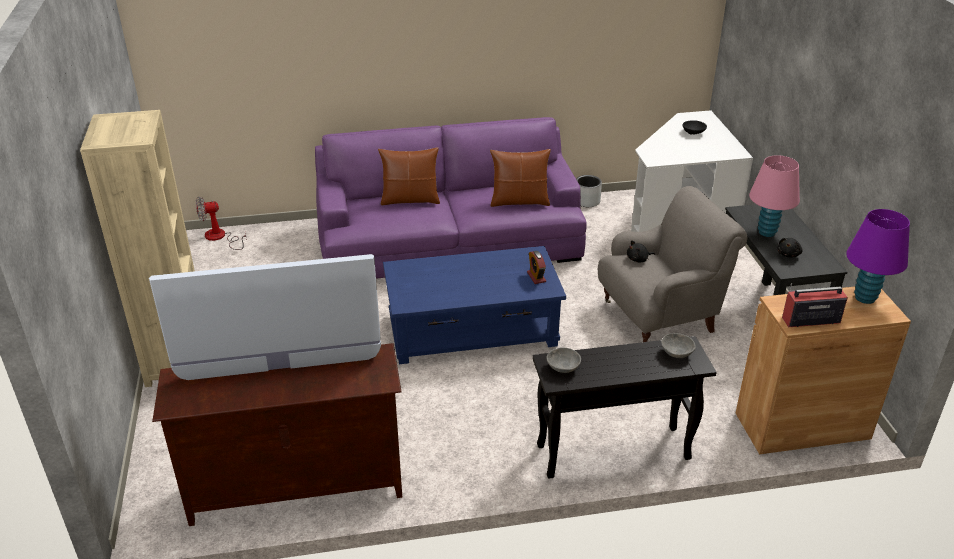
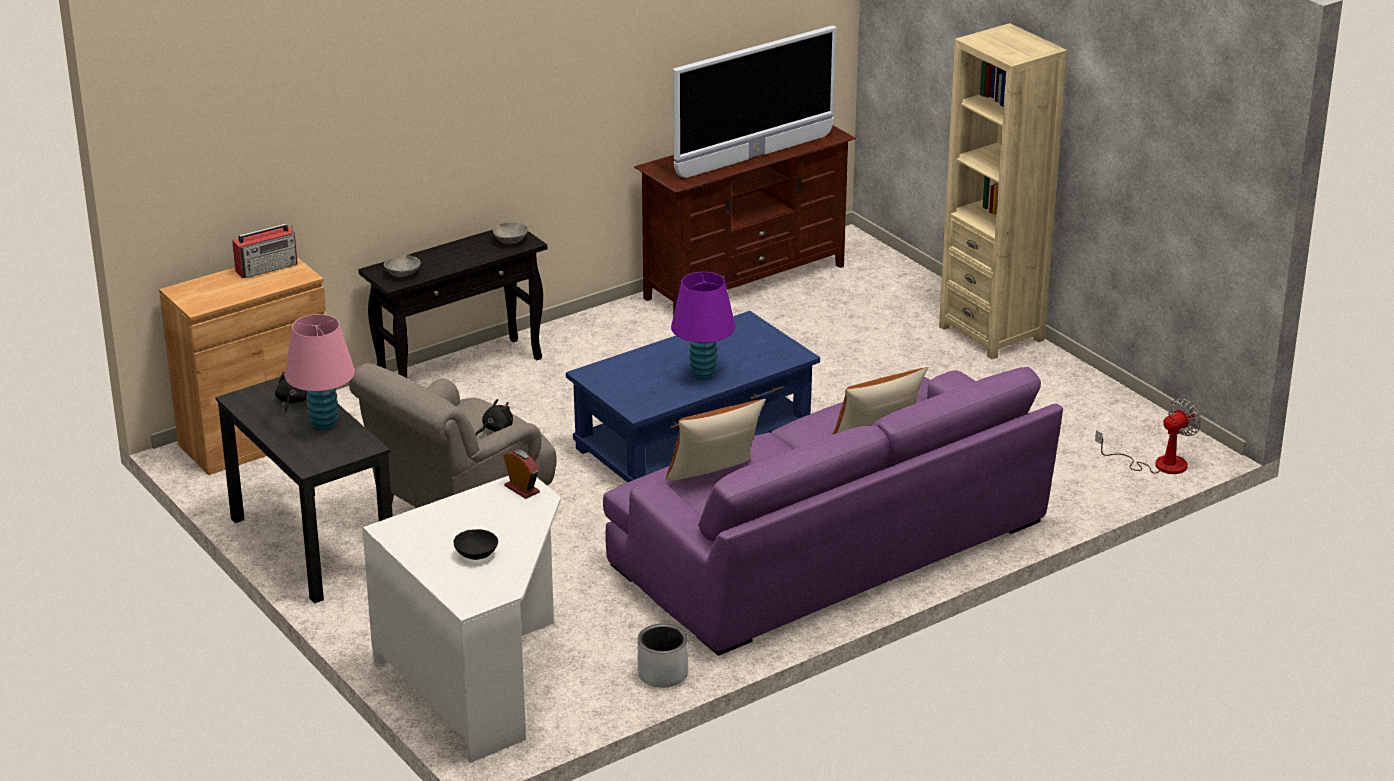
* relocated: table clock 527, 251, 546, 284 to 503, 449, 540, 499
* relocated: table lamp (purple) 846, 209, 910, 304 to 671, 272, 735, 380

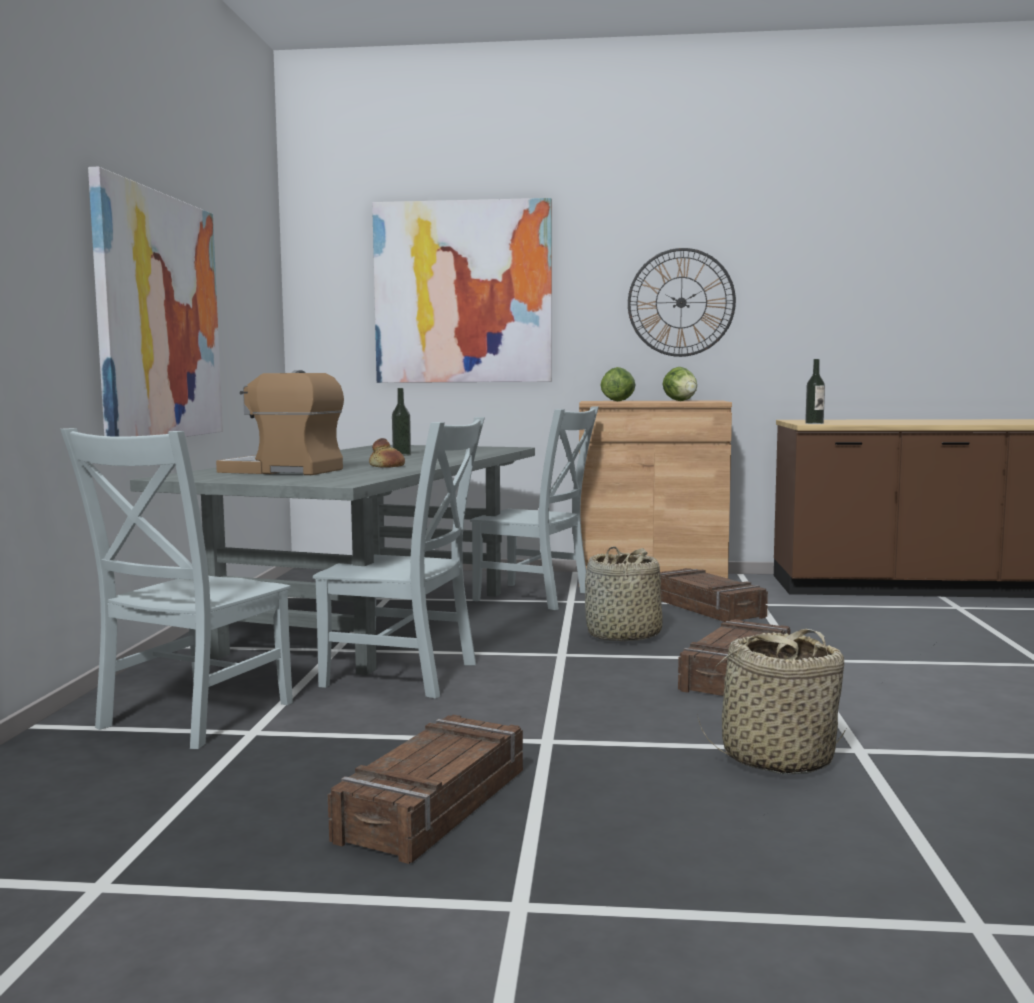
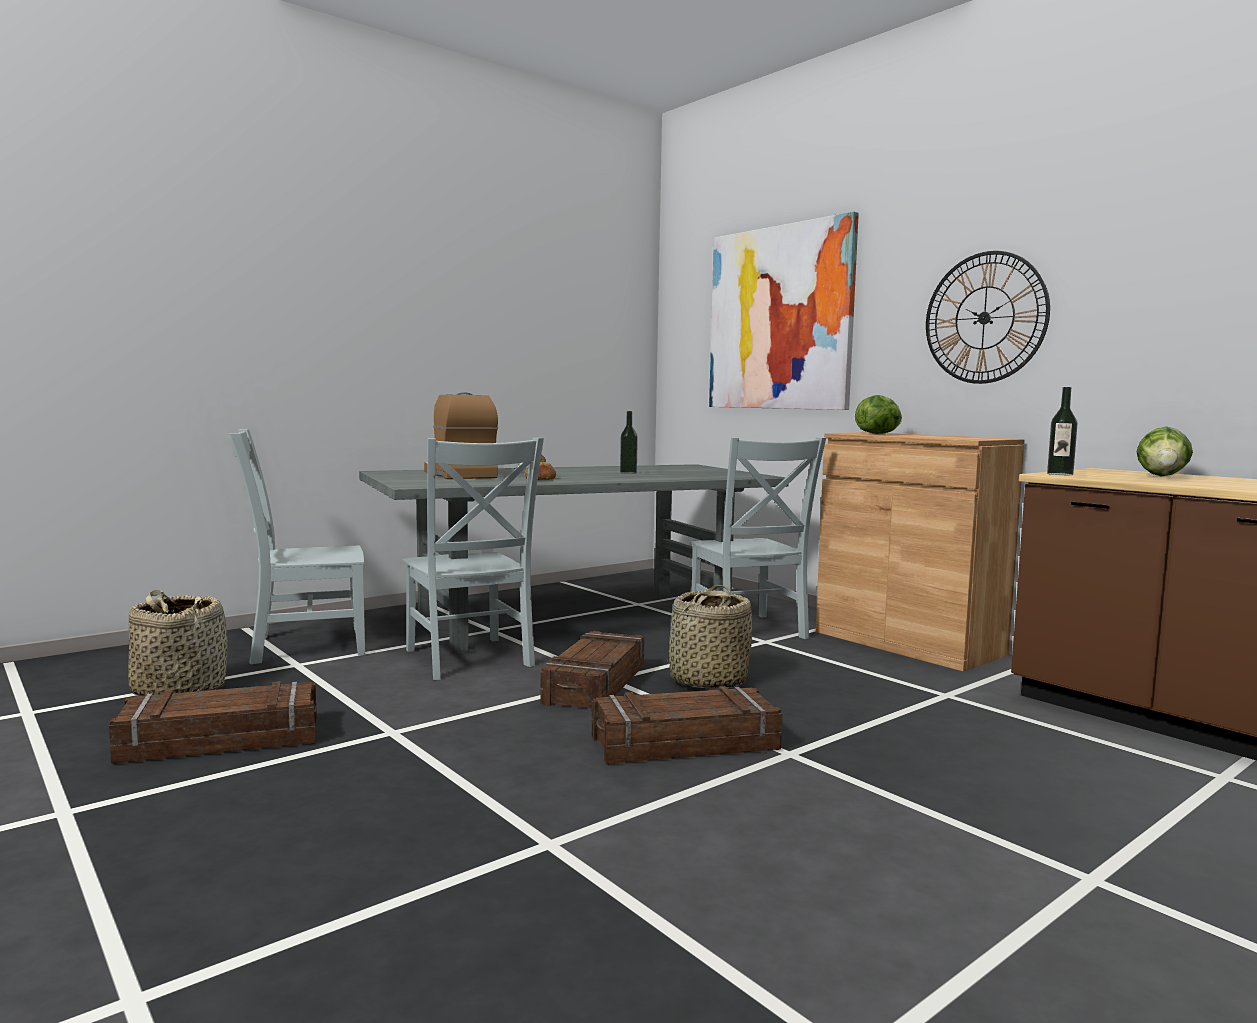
* relocated: storage basket 697, 629, 846, 774 to 128, 590, 228, 696
* relocated: crate 660, 568, 768, 622 to 540, 631, 645, 711
* relocated: lettuce head 663, 367, 697, 401 to 1137, 427, 1193, 476
* missing: wall picture 88, 167, 223, 437

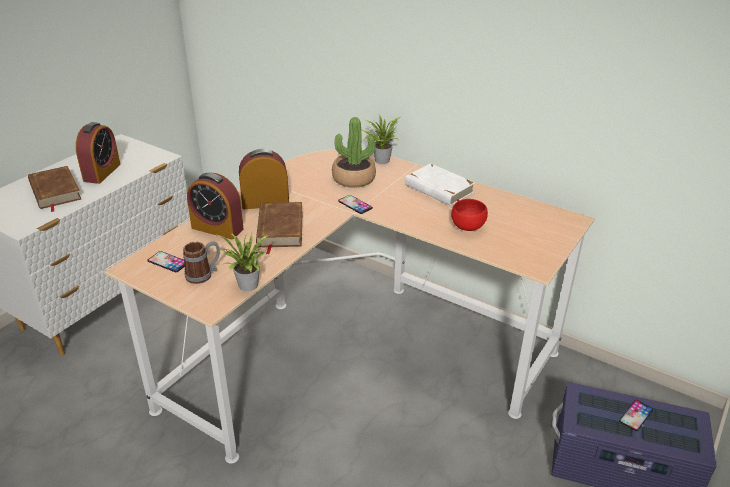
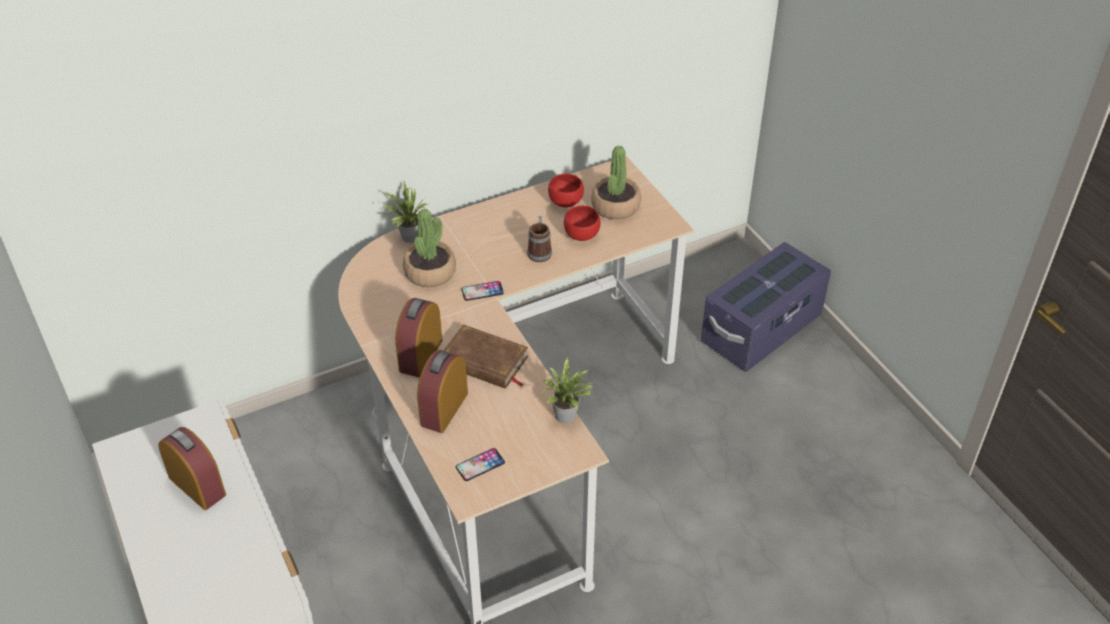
* spun: table clock 187, 173, 244, 239 = 417, 350, 468, 433 150 degrees clockwise
* relocated: coffee mug 183, 241, 220, 284 to 527, 216, 552, 262
* appeared: serving bowl (red) 548, 174, 584, 207
* appeared: plant in a pot 591, 146, 641, 219
* missing: volume (brown-coloured) 28, 166, 81, 212
* missing: volume (white) 405, 163, 475, 206
* missing: handset 619, 400, 653, 431

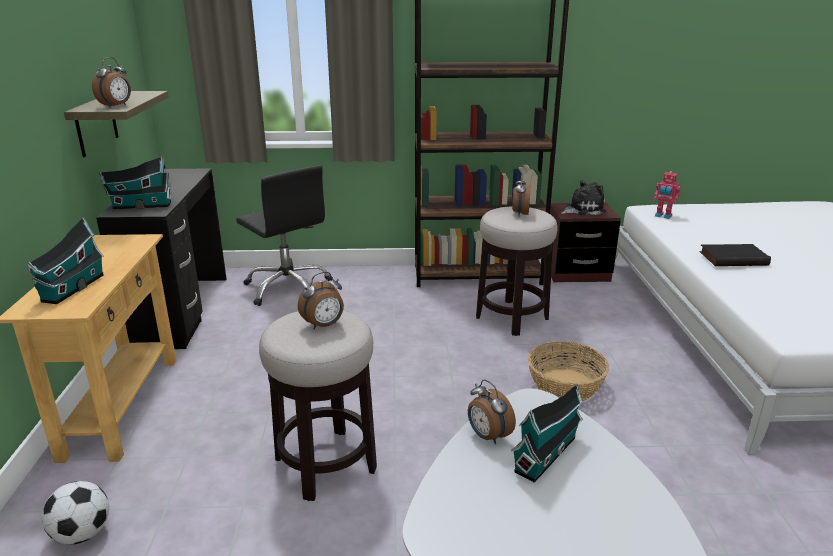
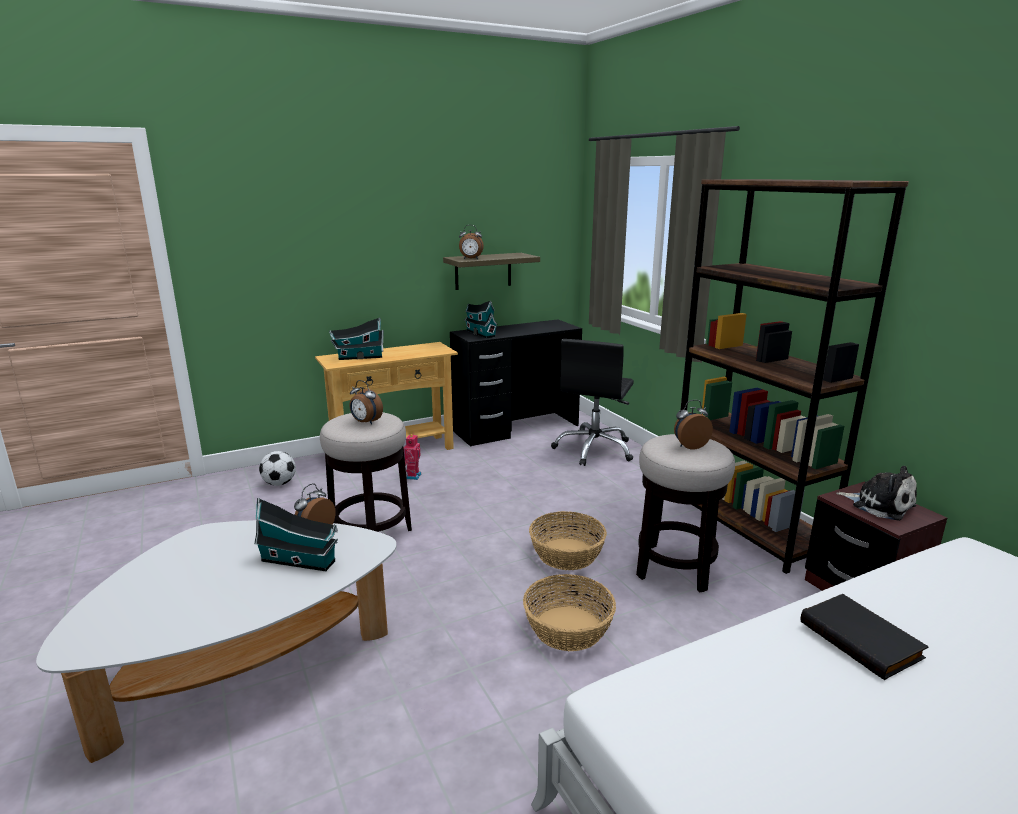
* relocated: toy robot 654, 171, 681, 219 to 403, 433, 421, 480
* appeared: storage basket 529, 511, 607, 570

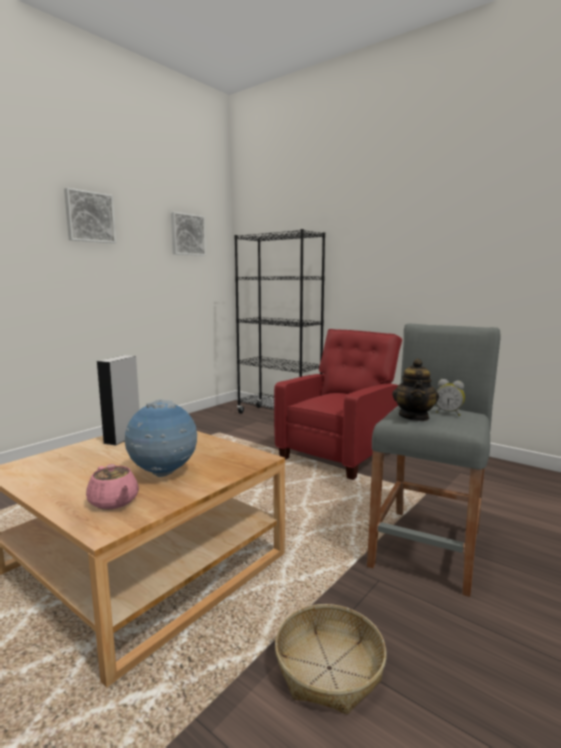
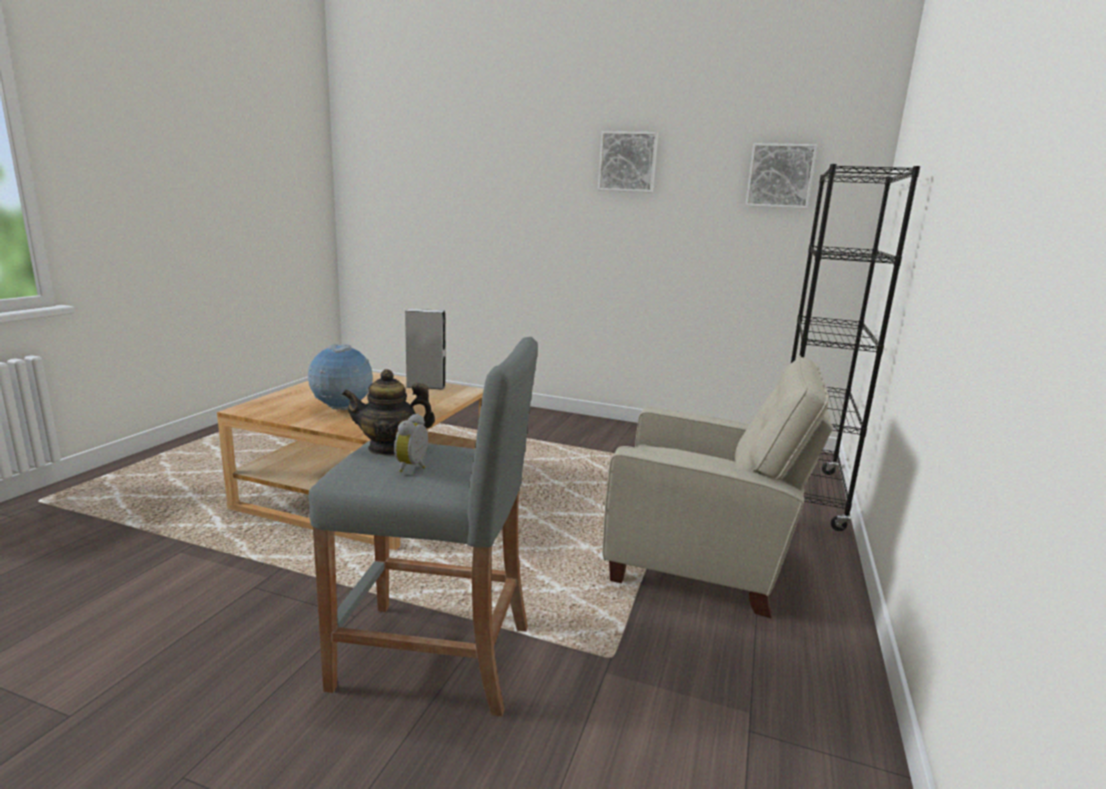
* colour: armchair (red) 274, 329, 402, 480 to armchair (beige-coloured) 603, 355, 833, 618
* missing: pot for tea (pink-coloured) 86, 464, 139, 510
* missing: storage basket 275, 604, 386, 715

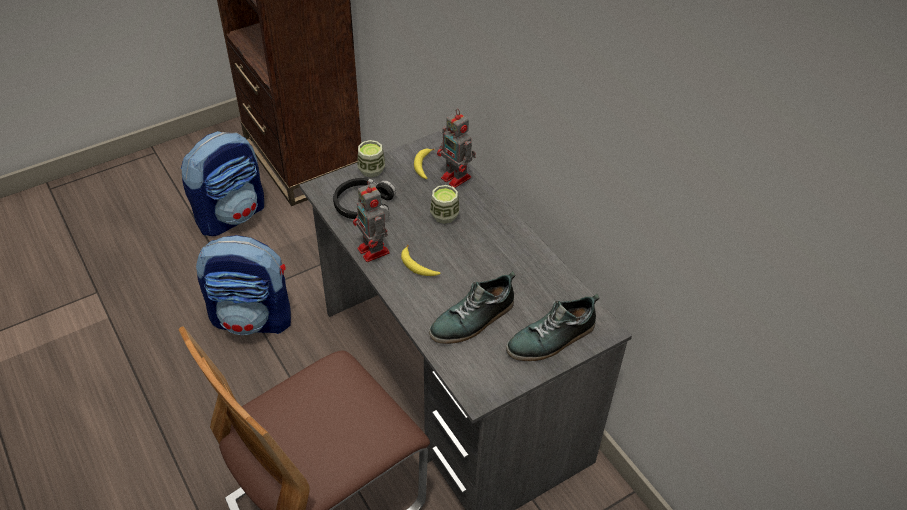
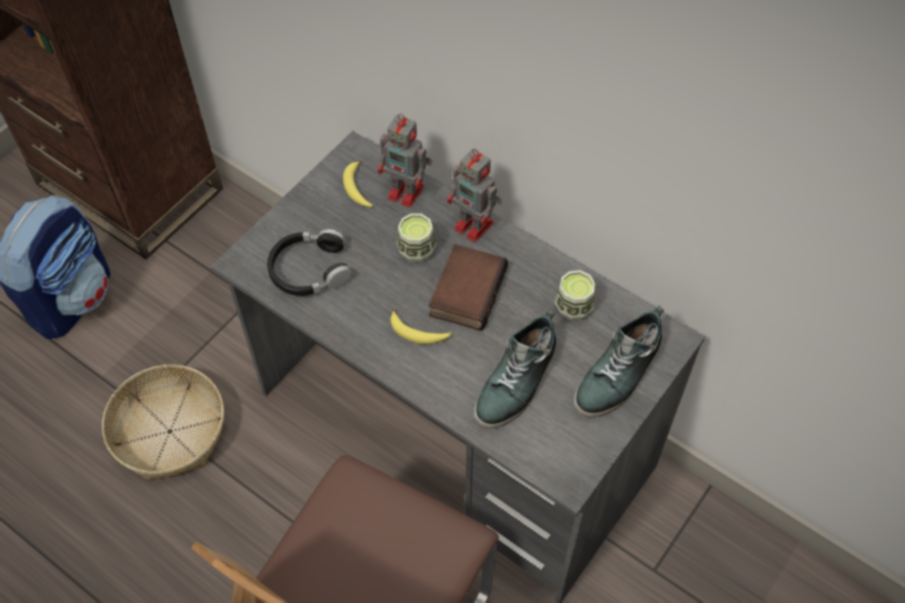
* exchanged: backpack 196, 235, 291, 335 to storage basket 102, 365, 225, 481
* appeared: volume 429, 244, 508, 331
* relocated: toy robot 353, 181, 390, 262 to 447, 149, 502, 243
* relocated: cup 357, 140, 385, 178 to 555, 270, 596, 320

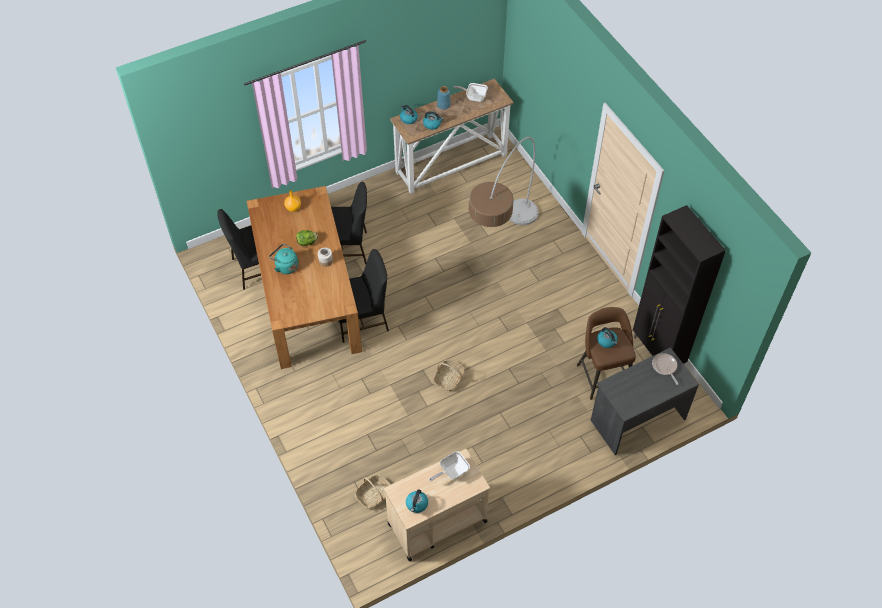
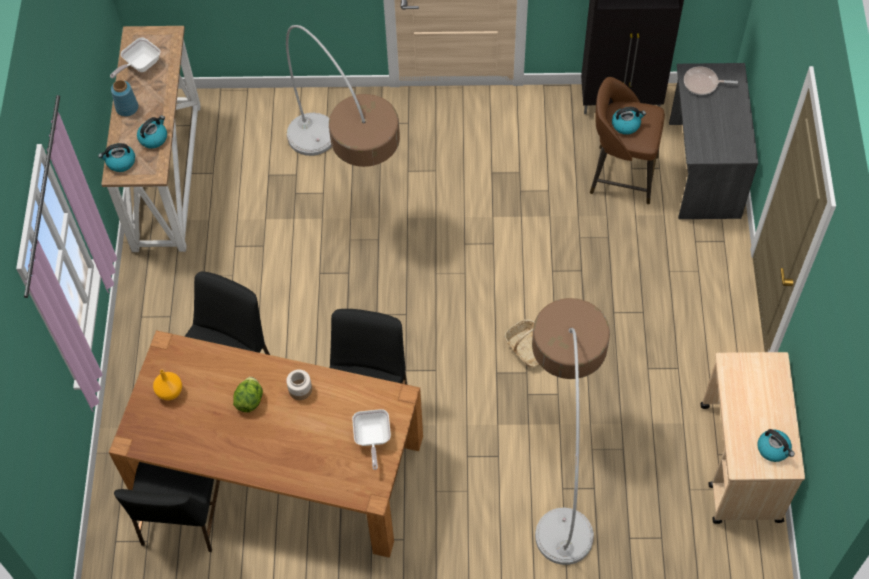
* relocated: frying pan 429, 451, 470, 482 to 352, 409, 391, 470
* appeared: standard lamp 532, 298, 610, 565
* missing: kettle (turquoise) 269, 244, 298, 274
* missing: storage basket 355, 474, 391, 509

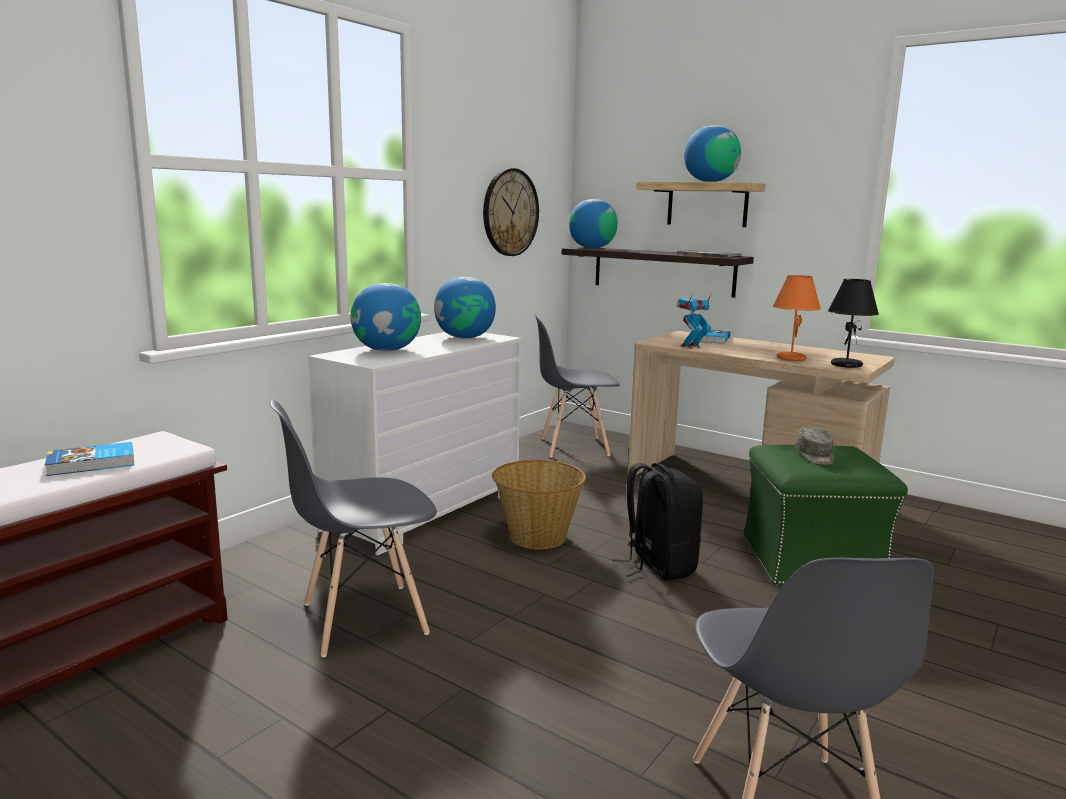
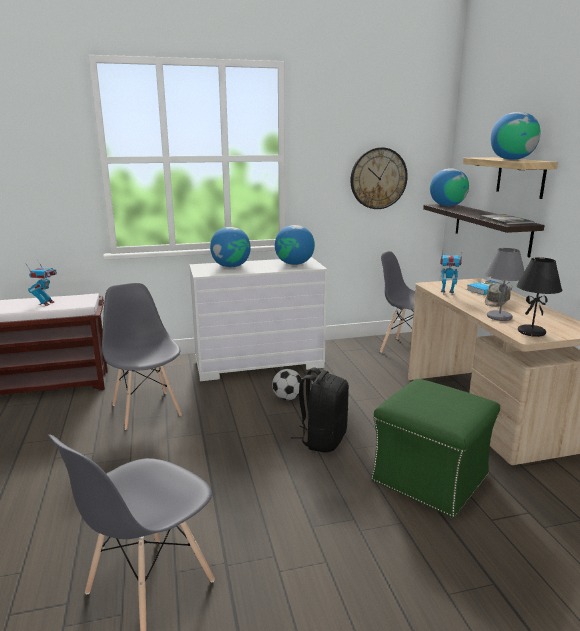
* exchanged: volume 45, 442, 134, 476 to toy robot 27, 261, 57, 306
* spun: plain chair (gray) 270, 399, 437, 657 = 102, 282, 182, 430 45 degrees clockwise
* exchanged: storage basket 492, 460, 586, 549 to football 272, 369, 302, 400
* colour: table lamp (orange) 773, 275, 821, 361 to table lamp (gray) 485, 248, 524, 321
* relocated: cap (gray) 795, 426, 834, 465 to 485, 283, 511, 307

